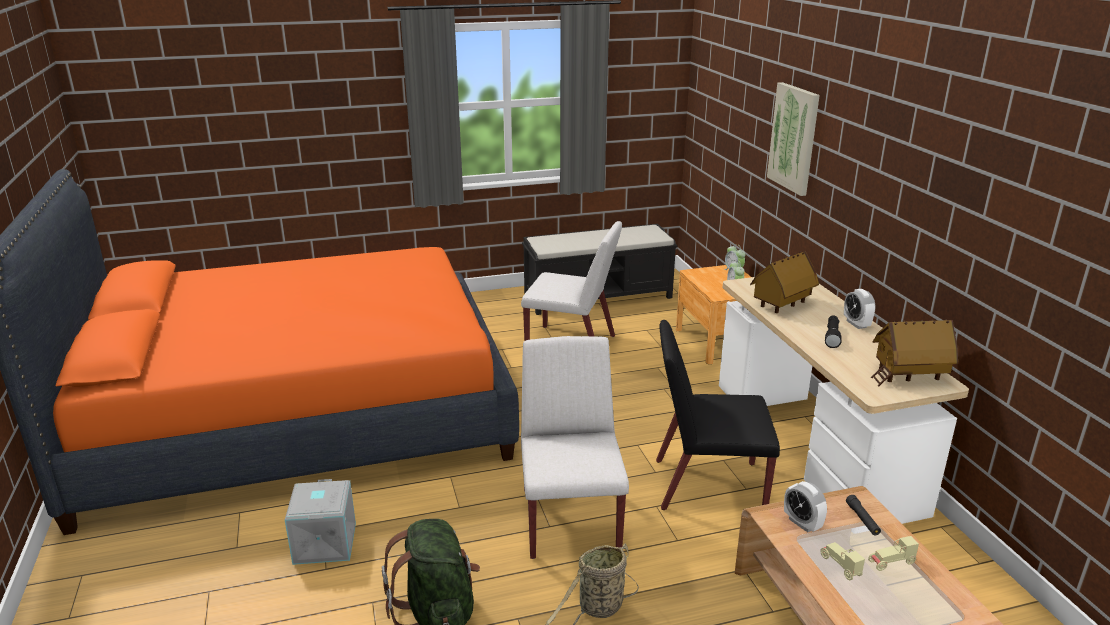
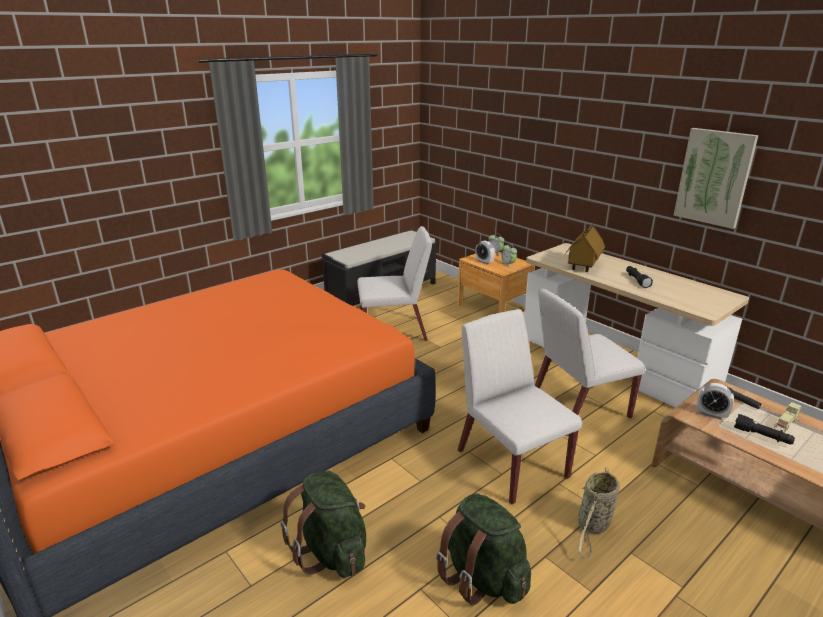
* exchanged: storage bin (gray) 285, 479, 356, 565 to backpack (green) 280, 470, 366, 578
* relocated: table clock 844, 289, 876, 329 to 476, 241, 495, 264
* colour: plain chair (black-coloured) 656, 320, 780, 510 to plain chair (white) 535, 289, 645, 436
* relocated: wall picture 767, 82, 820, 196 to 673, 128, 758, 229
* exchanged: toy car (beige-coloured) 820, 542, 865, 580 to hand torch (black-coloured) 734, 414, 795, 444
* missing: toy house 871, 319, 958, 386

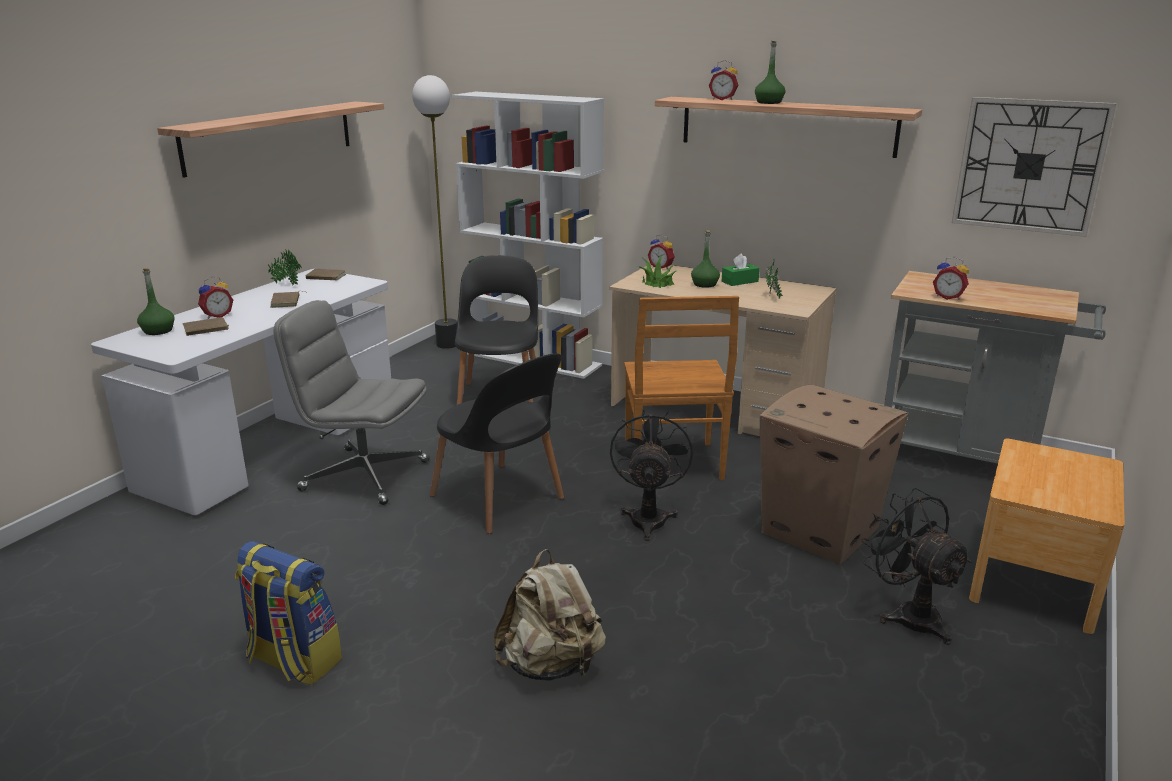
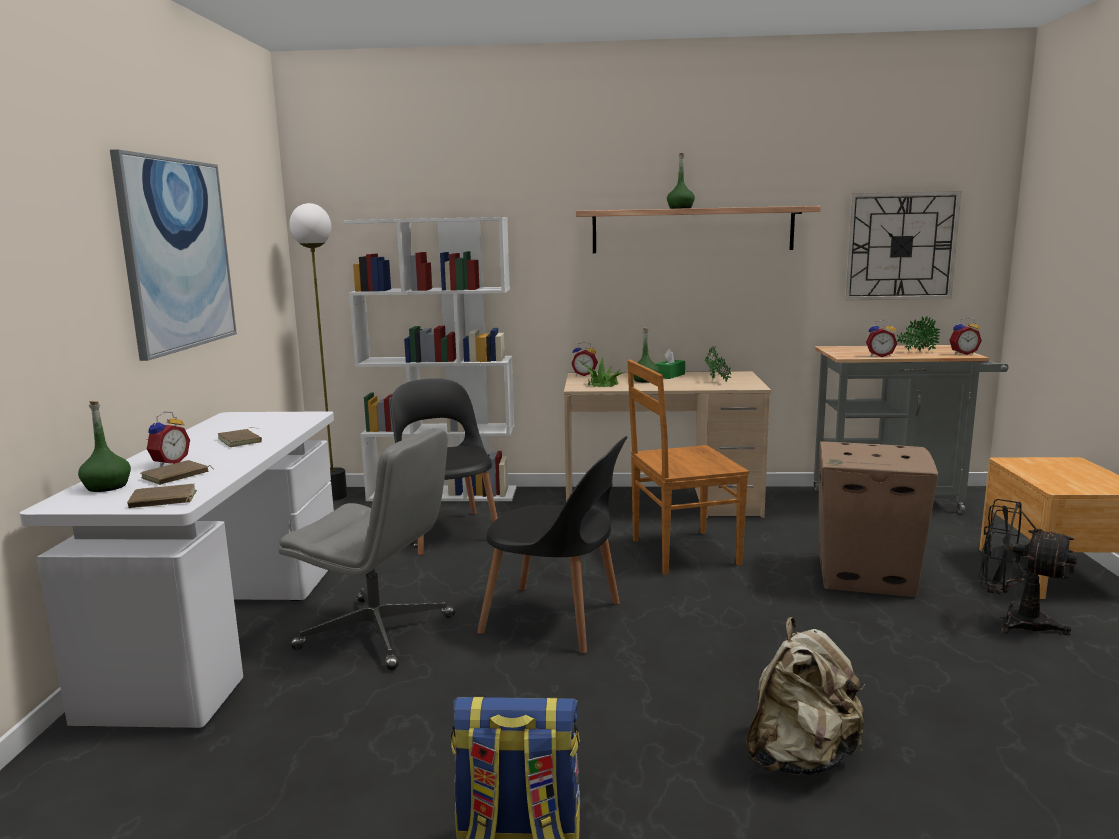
* exchanged: shelf 157, 102, 384, 178 to wall picture 110, 149, 237, 361
* relocated: volume (brown-coloured) 305, 269, 346, 280 to 127, 484, 197, 508
* spun: computer chair (gray) 274, 300, 430, 505 = 279, 428, 455, 670 150 degrees counterclockwise
* spun: plain chair (brown-coloured) 624, 296, 739, 483 = 627, 360, 749, 575 105 degrees clockwise
* relocated: plant in a pot 268, 249, 302, 286 to 897, 316, 940, 351
* relocated: table clock 709, 60, 738, 100 to 949, 317, 982, 355
* missing: cooling fan (black-coloured) 610, 409, 693, 541

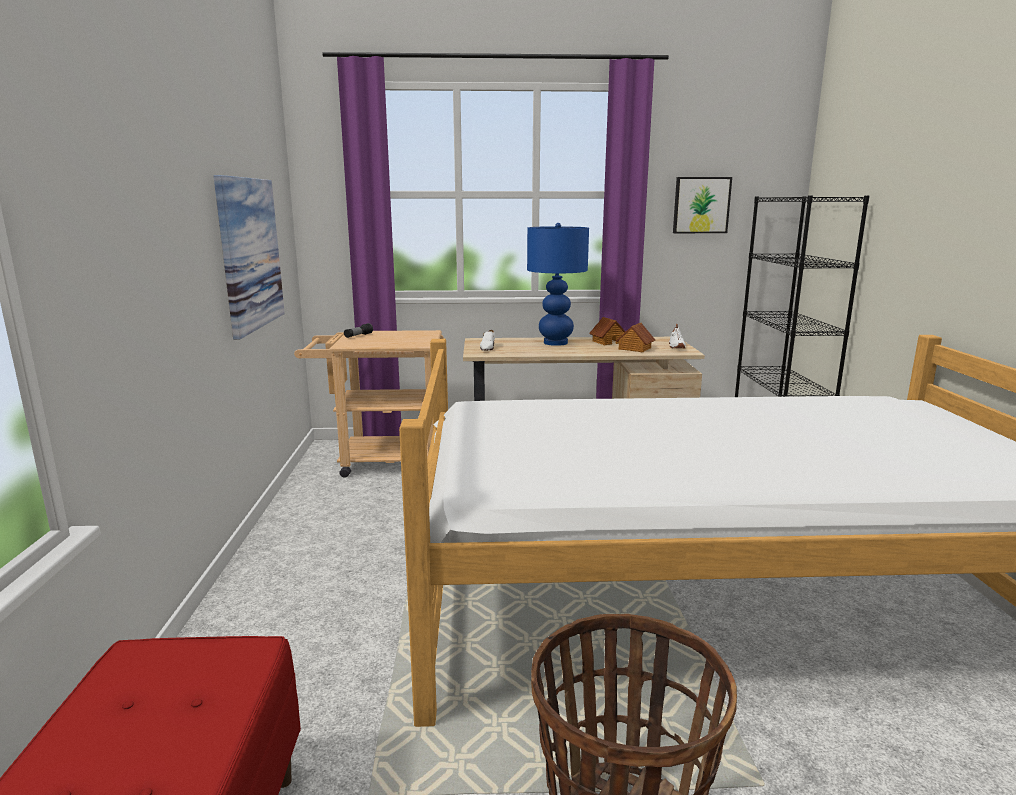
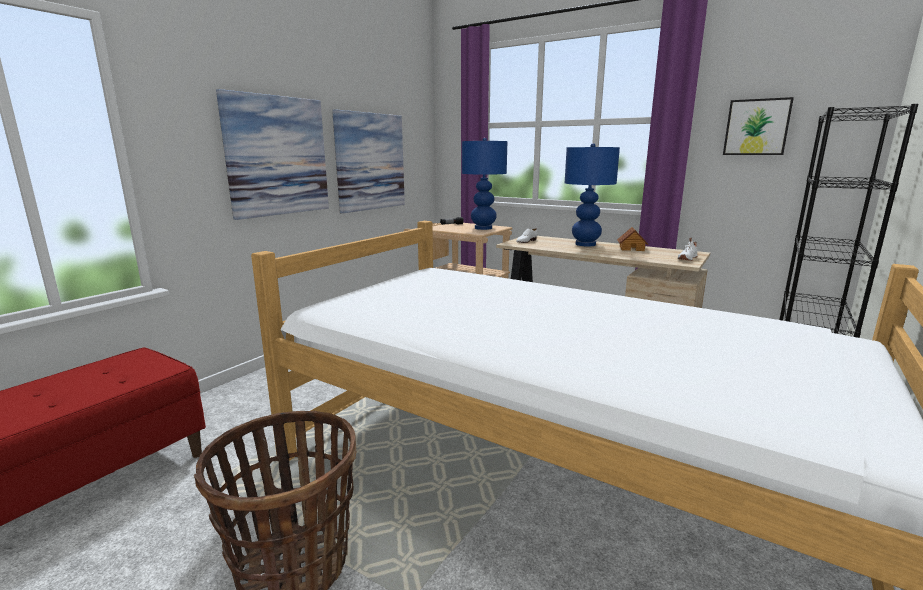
* appeared: wall picture 216, 89, 329, 220
* appeared: table lamp (blue-coloured) 462, 138, 507, 230
* missing: toy house 616, 323, 655, 352

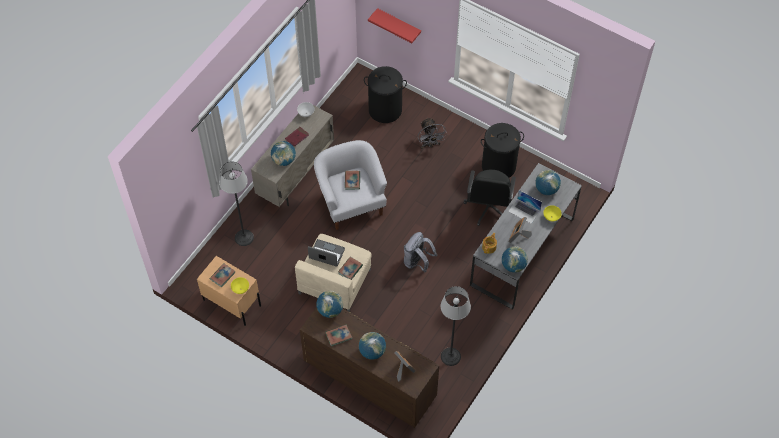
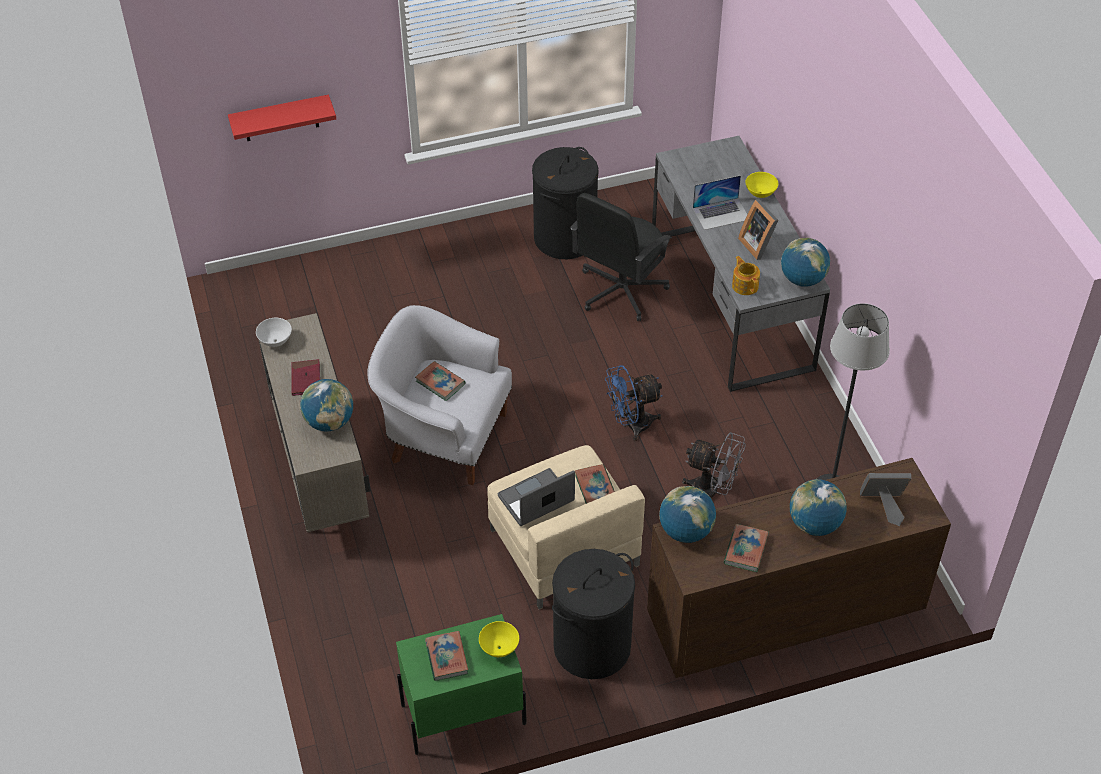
* colour: nightstand (beige-coloured) 197, 256, 261, 326 to nightstand (green) 396, 614, 527, 755
* relocated: laundry basket (black-coloured) 364, 66, 407, 123 to 552, 549, 635, 679
* spun: computer chair (black-coloured) 463, 169, 516, 226 = 570, 193, 672, 321 75 degrees clockwise
* exchanged: backpack (gray) 404, 232, 437, 273 to cooling fan (blue-coloured) 605, 365, 663, 441
* relocated: cooling fan (gray) 418, 117, 447, 149 to 682, 432, 746, 498
* missing: standard lamp 219, 161, 254, 246
* missing: world globe 535, 170, 561, 195

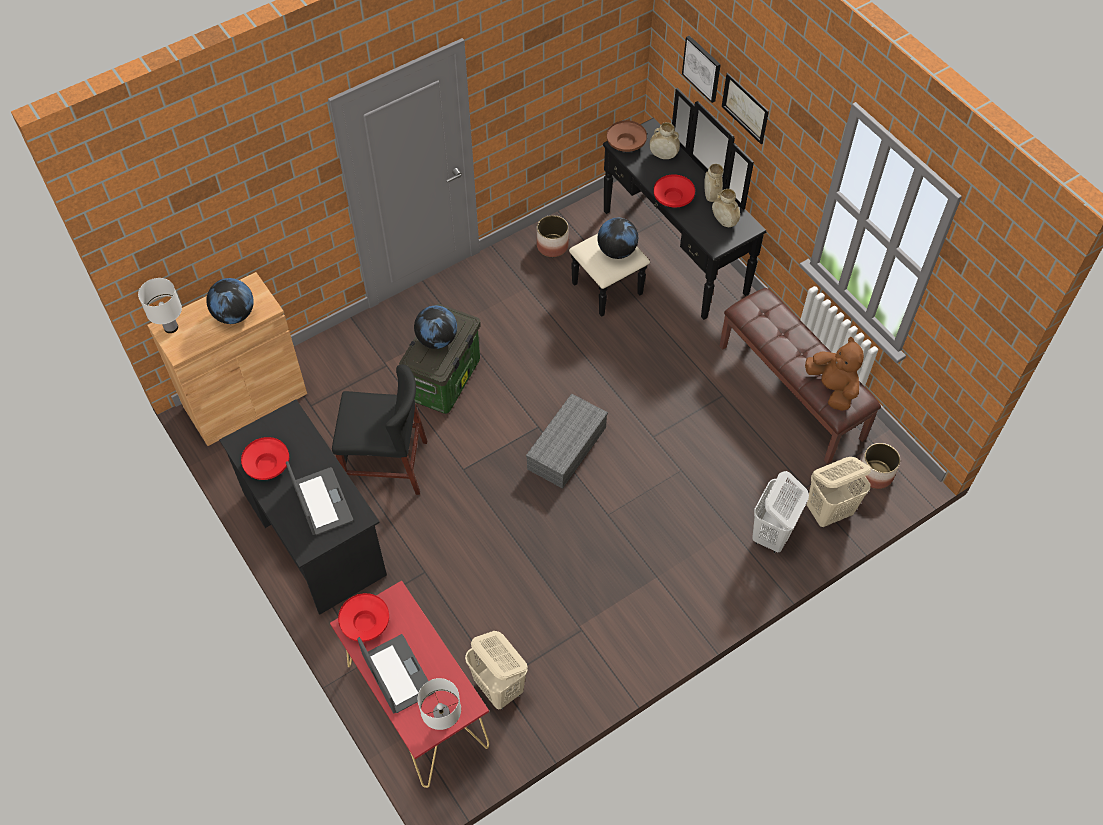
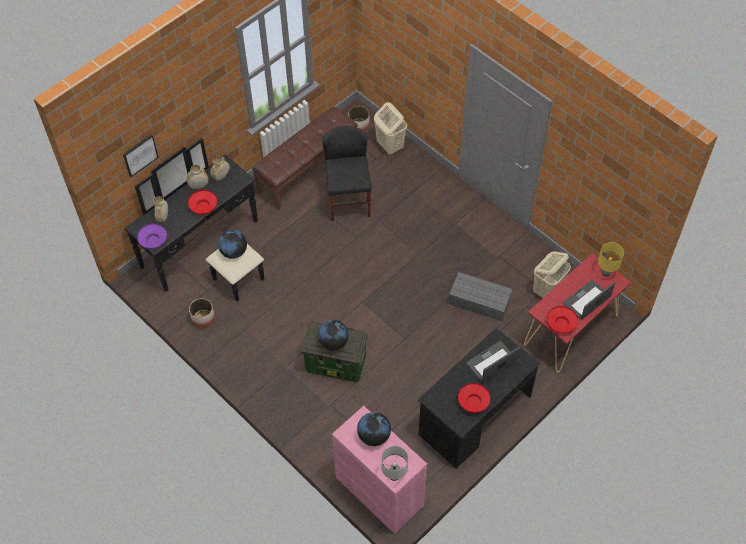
* colour: serving bowl (brown-coloured) 607, 120, 647, 152 to serving bowl (purple) 137, 223, 167, 249
* relocated: plain chair (black-coloured) 332, 365, 427, 495 to 322, 126, 371, 221
* colour: cabinet (brown-coloured) 147, 272, 307, 446 to cabinet (pink-coloured) 332, 406, 427, 534
* relocated: storage bin (gray) 526, 394, 608, 489 to 449, 272, 513, 321
* colour: table lamp (white) 418, 678, 461, 730 to table lamp (yellowish) 598, 242, 624, 277
* missing: wall picture 722, 73, 769, 145
* missing: laundry basket (white) 752, 471, 809, 553
* missing: plush toy (brown-coloured) 805, 336, 864, 411

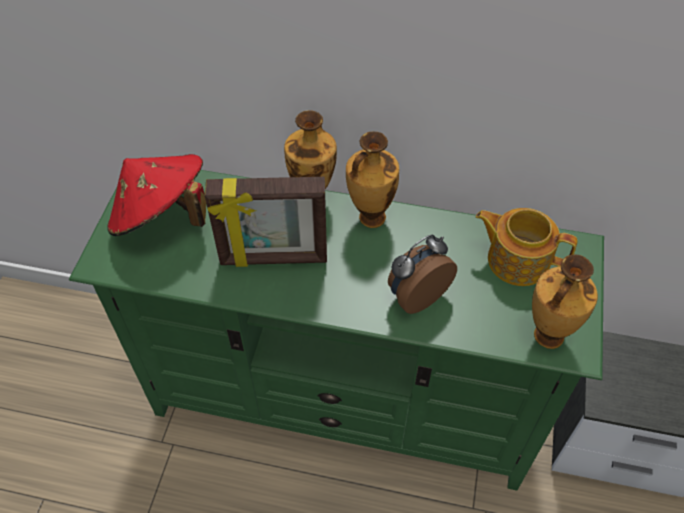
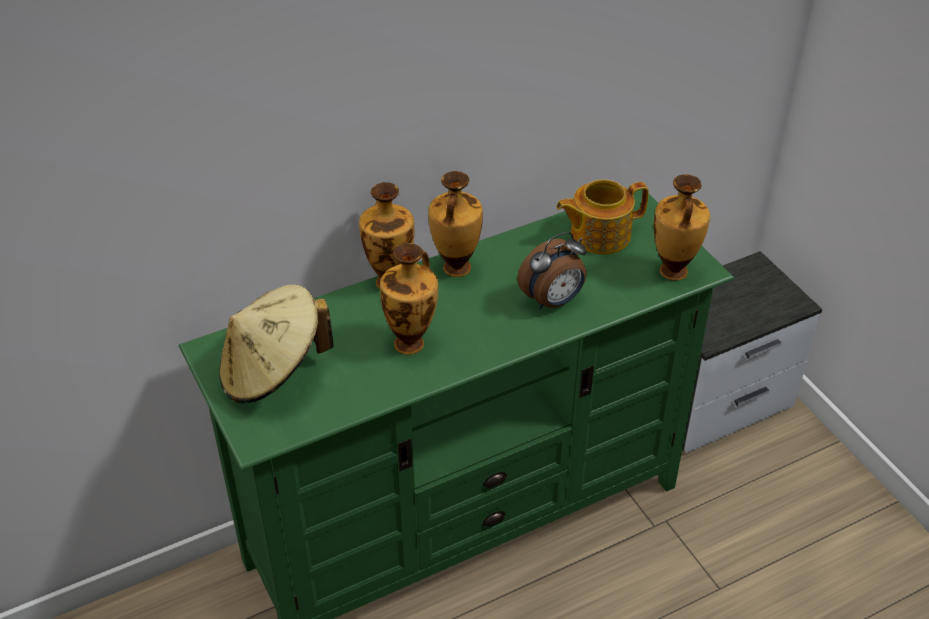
* colour: hat (red) 107, 154, 206, 236 to hat (beige-coloured) 219, 285, 334, 403
* exchanged: photo frame 205, 177, 327, 267 to vase 380, 243, 438, 355
* spun: table clock 388, 235, 457, 314 = 517, 231, 587, 309 135 degrees counterclockwise

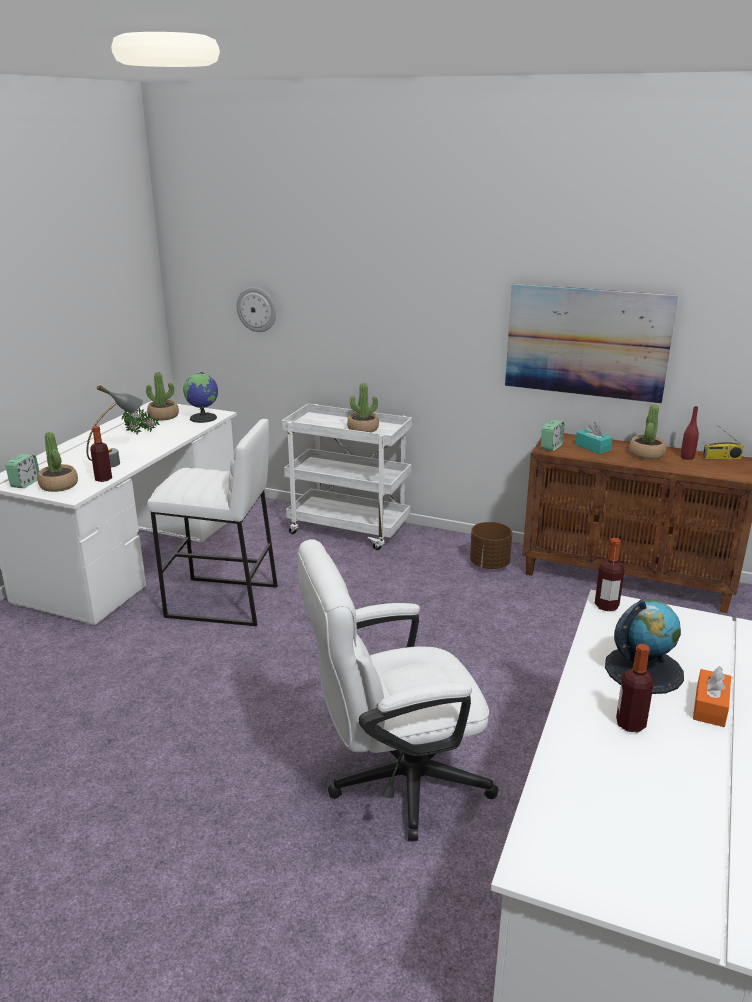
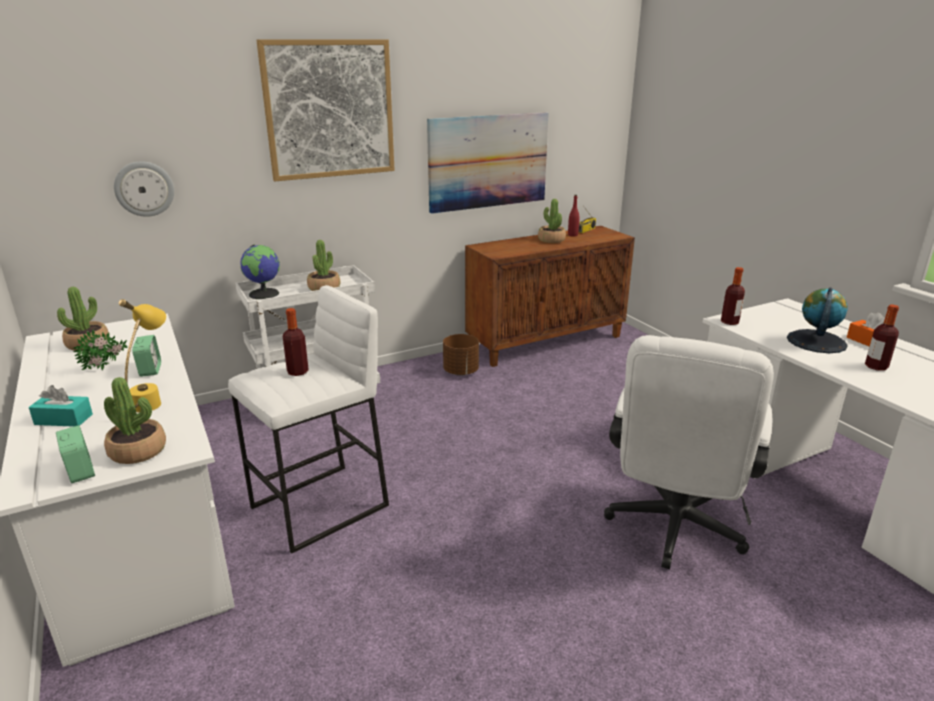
* relocated: box of tissues (turquoise) 575, 422, 612, 454 to 29, 385, 93, 427
* colour: table lamp (gray) 87, 385, 143, 468 to table lamp (yellowish) 119, 299, 166, 413
* relocated: table clock 541, 420, 564, 451 to 132, 335, 161, 377
* relocated: world globe 183, 372, 218, 423 to 240, 244, 280, 299
* appeared: wall picture 256, 39, 395, 181
* relocated: bottle 90, 426, 112, 482 to 283, 308, 309, 376

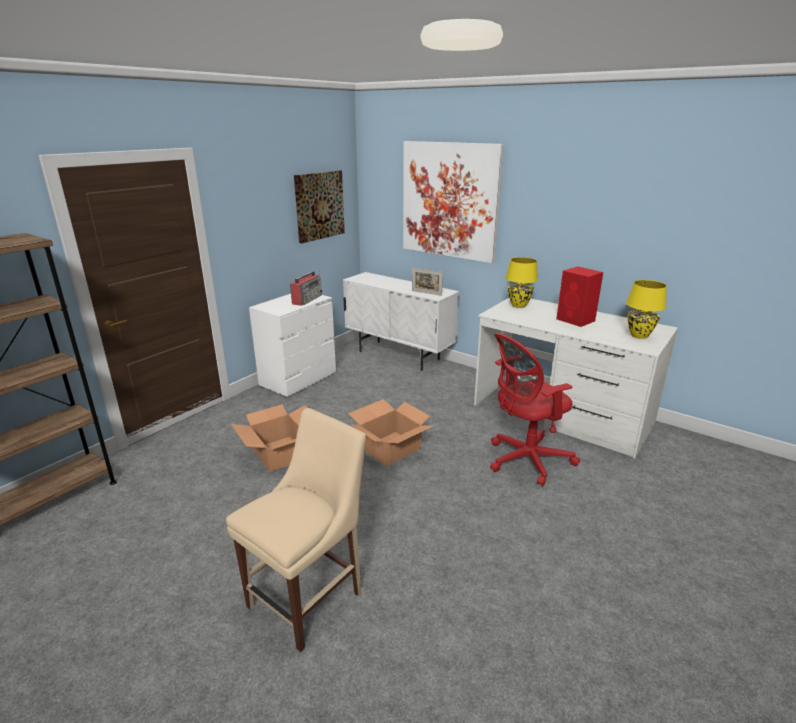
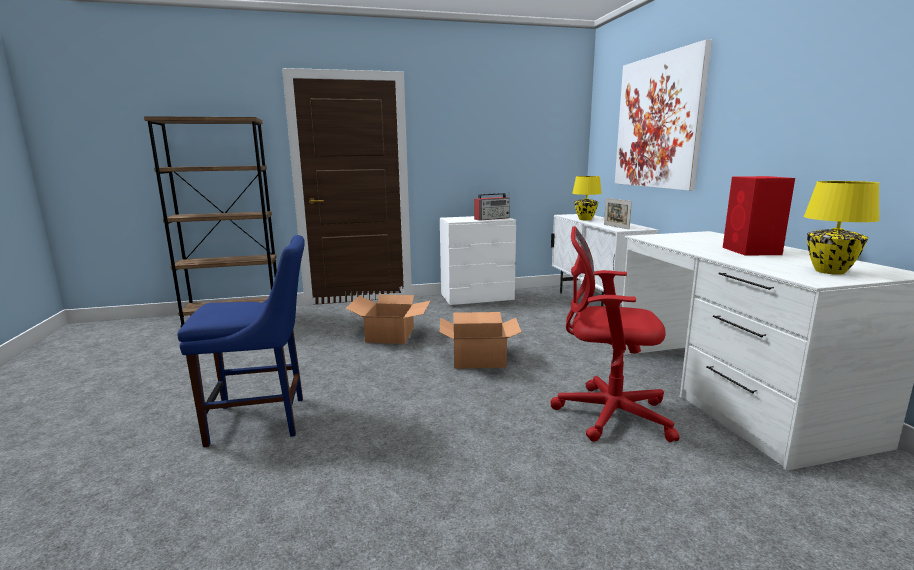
* colour: plain chair (beige-coloured) 226, 408, 366, 652 to plain chair (blue-coloured) 178, 235, 305, 447
* relocated: table lamp (yellowish) 506, 257, 538, 308 to 572, 176, 602, 220
* missing: wall picture 294, 170, 345, 243

